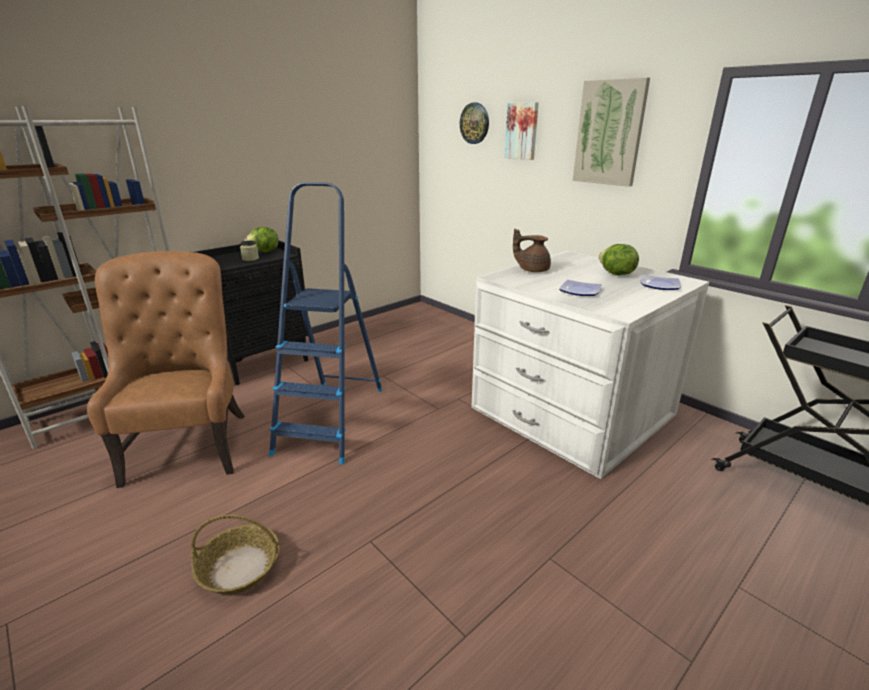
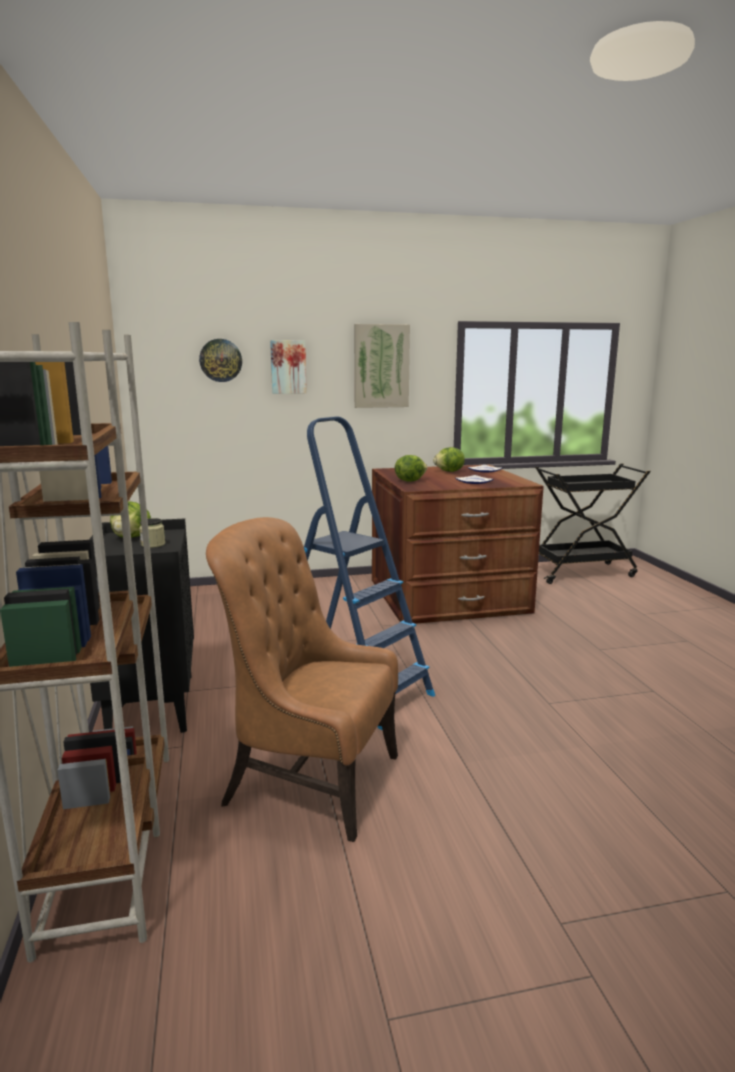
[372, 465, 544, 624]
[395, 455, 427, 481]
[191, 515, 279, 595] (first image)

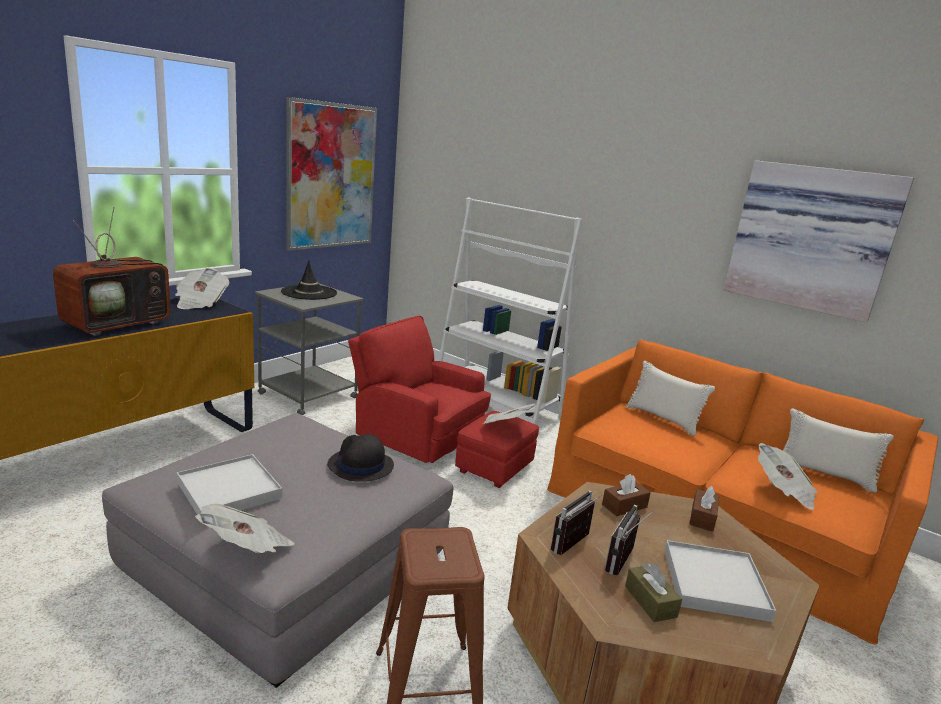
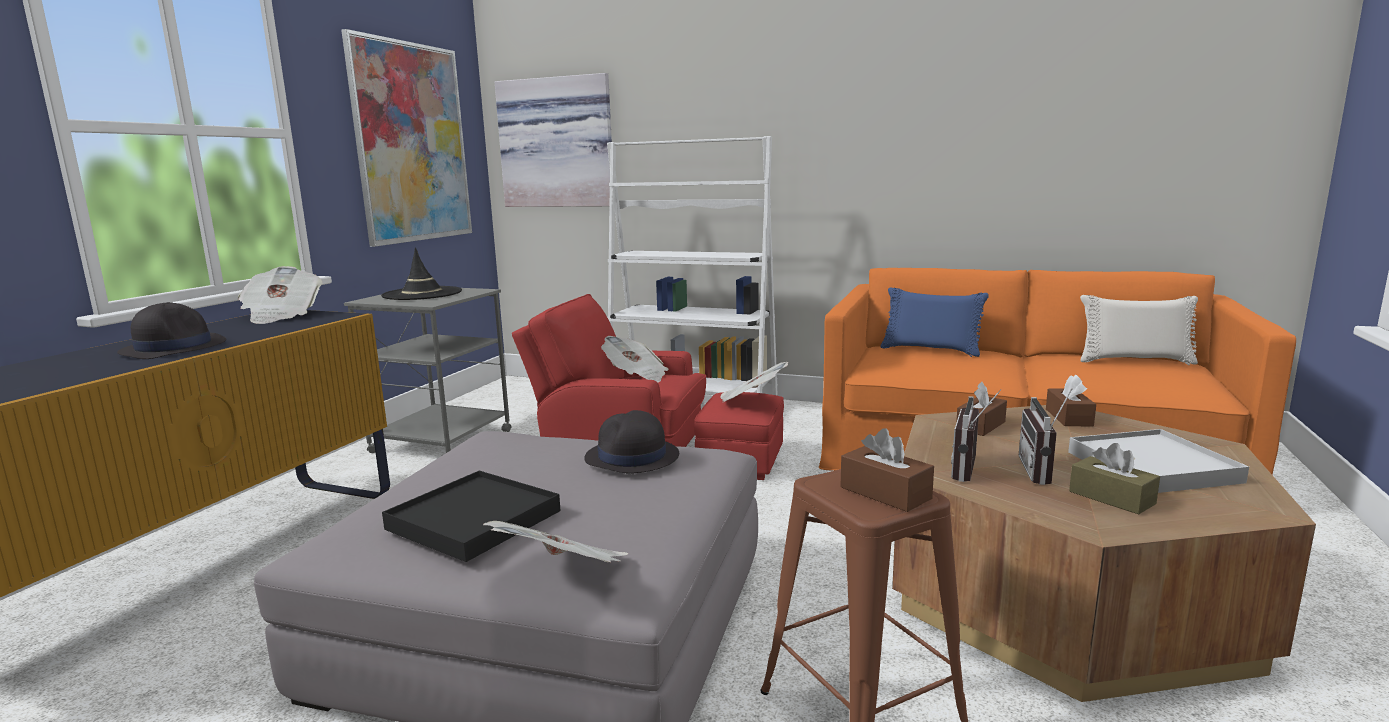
[117, 302, 226, 359]
[382, 471, 561, 562]
[495, 73, 612, 207]
[601, 336, 668, 382]
[841, 428, 934, 512]
[881, 287, 989, 357]

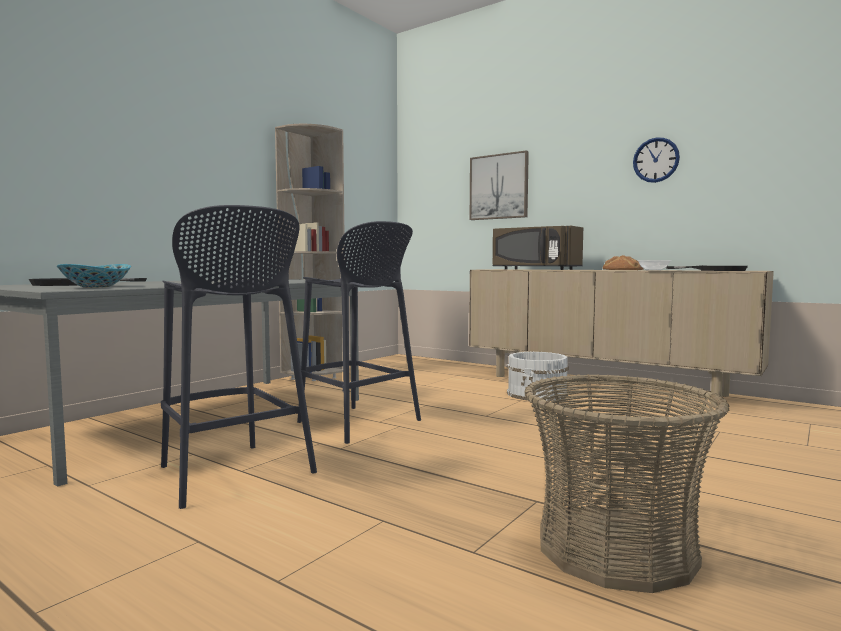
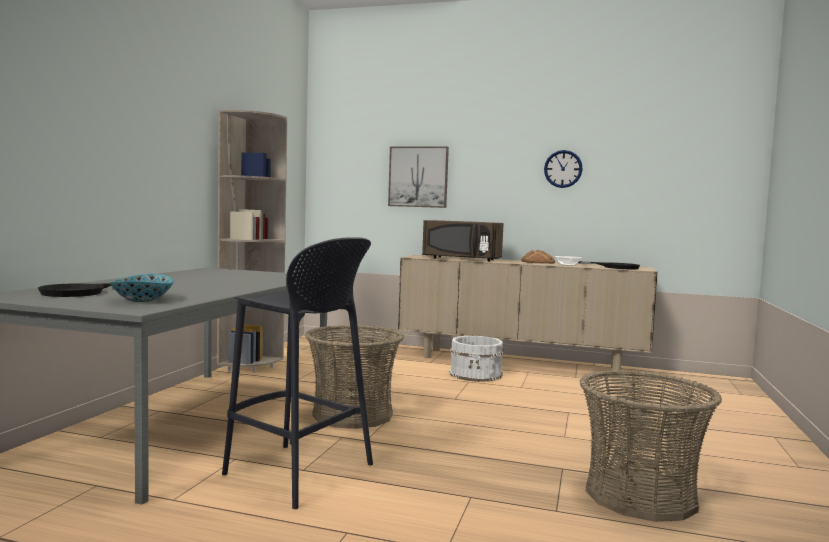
[305, 325, 404, 429]

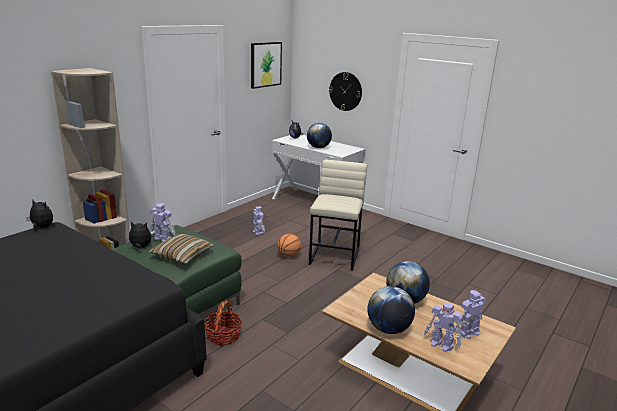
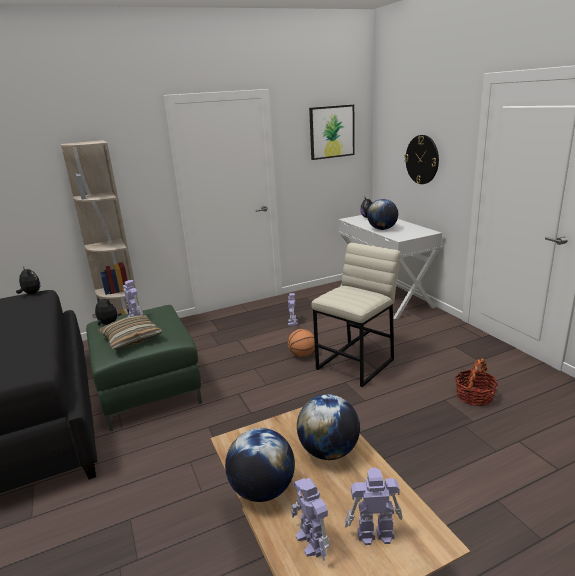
[455, 358, 499, 406]

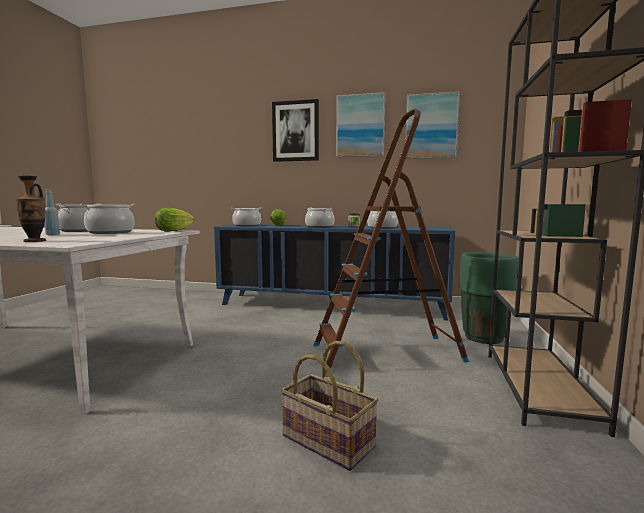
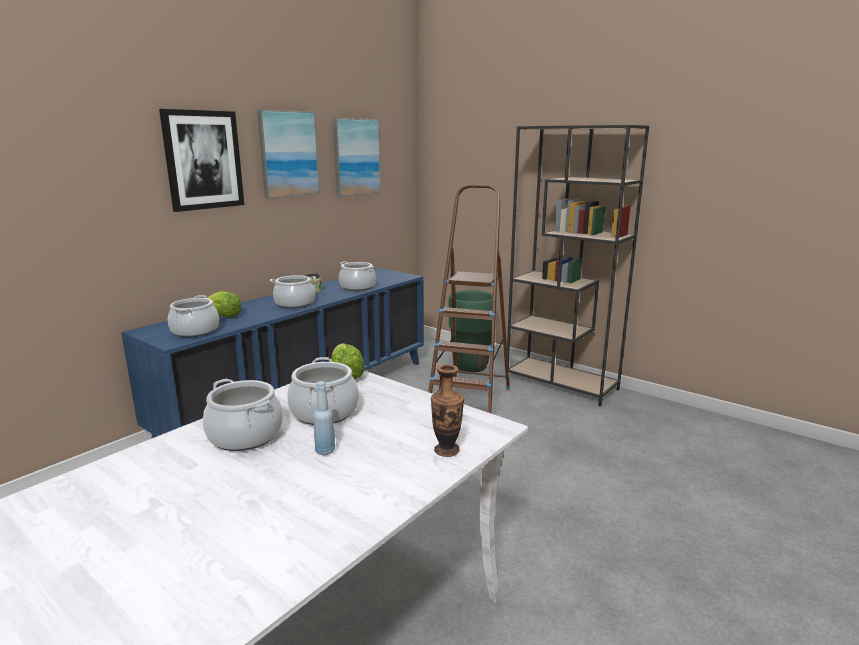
[281, 341, 378, 471] (first image)

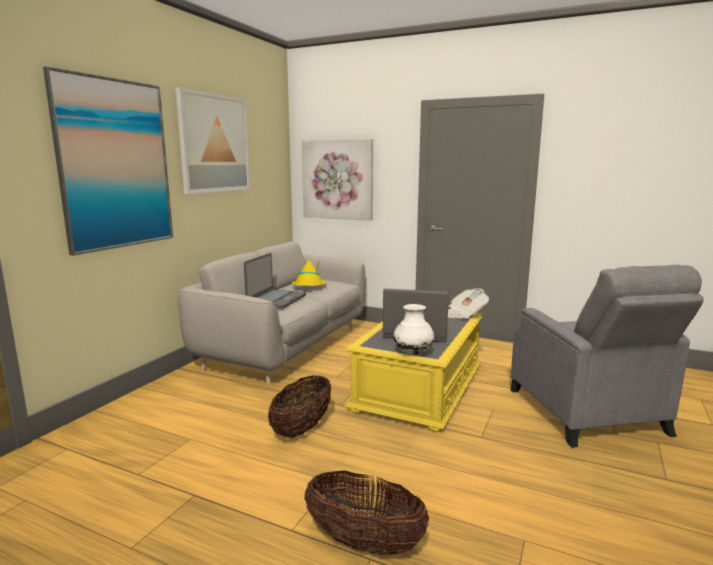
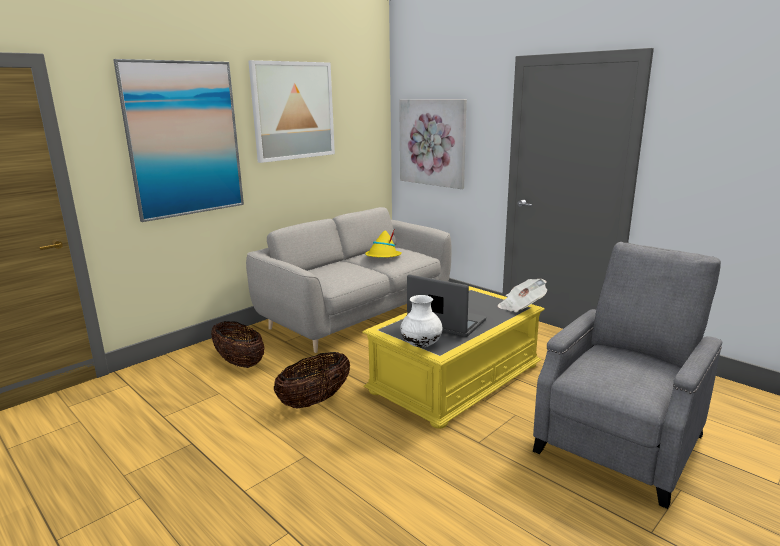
[211, 321, 264, 368]
[533, 242, 722, 509]
[244, 253, 306, 309] (first image)

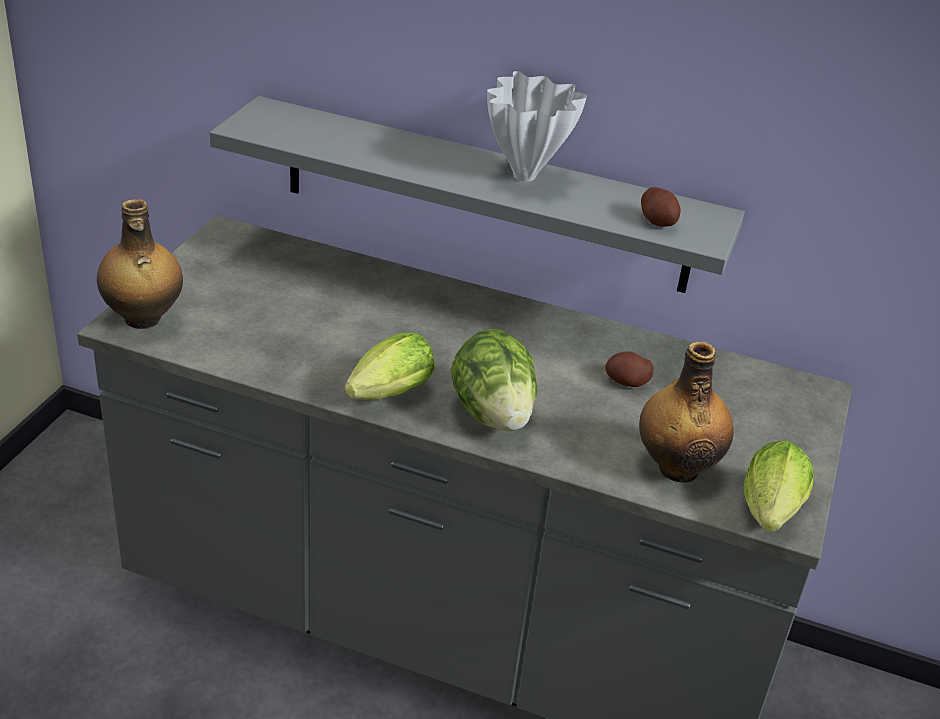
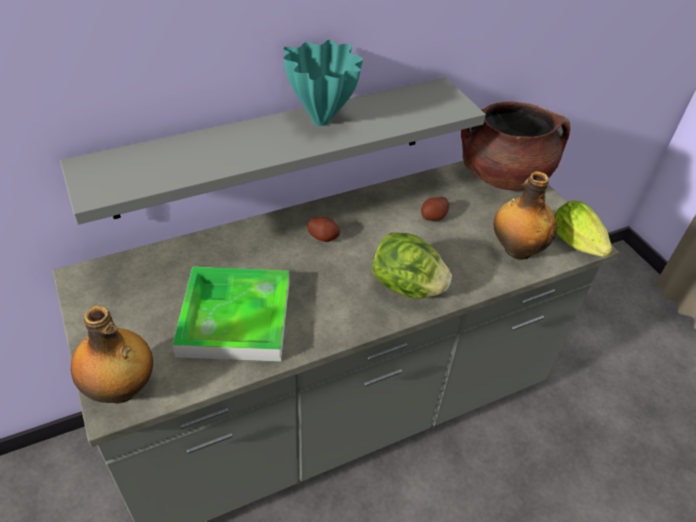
[173, 267, 289, 362]
[284, 40, 363, 126]
[307, 217, 340, 242]
[461, 102, 570, 191]
[345, 333, 435, 400] (first image)

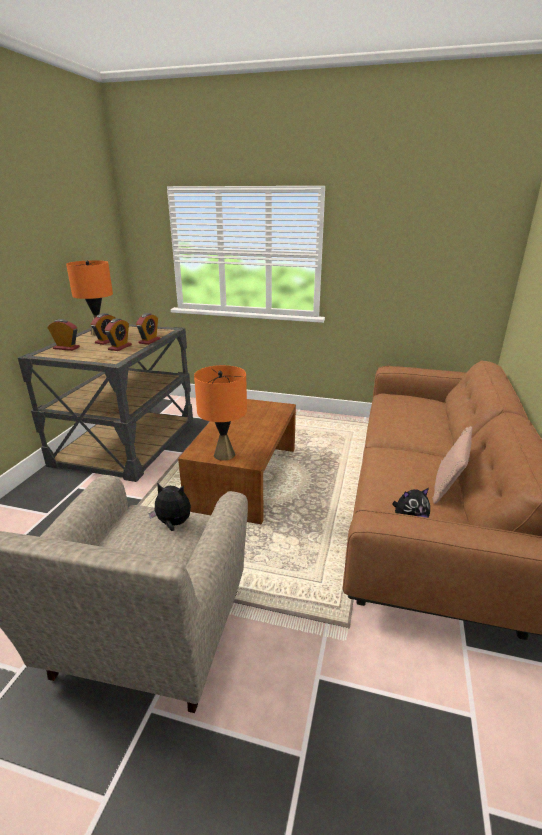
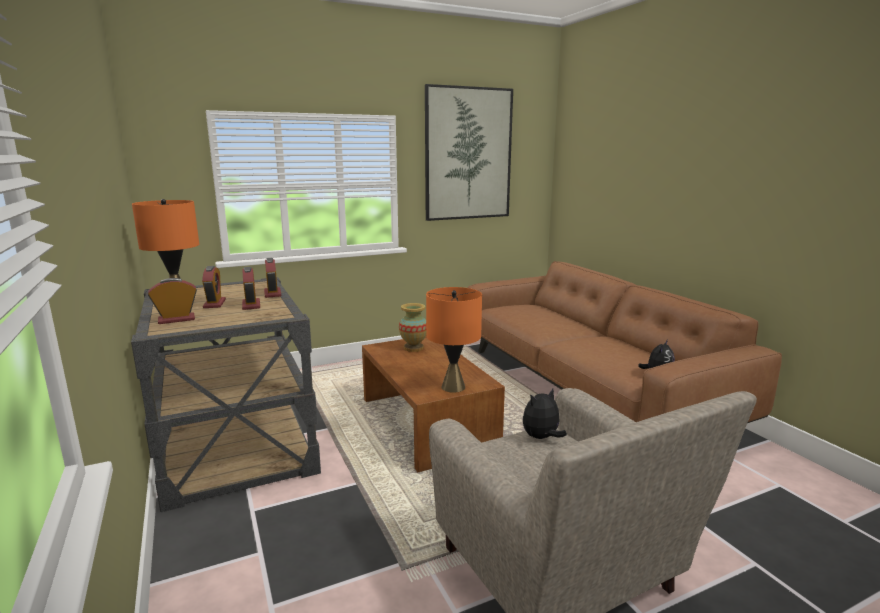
[399, 303, 426, 352]
[425, 84, 513, 221]
[432, 426, 473, 504] (first image)

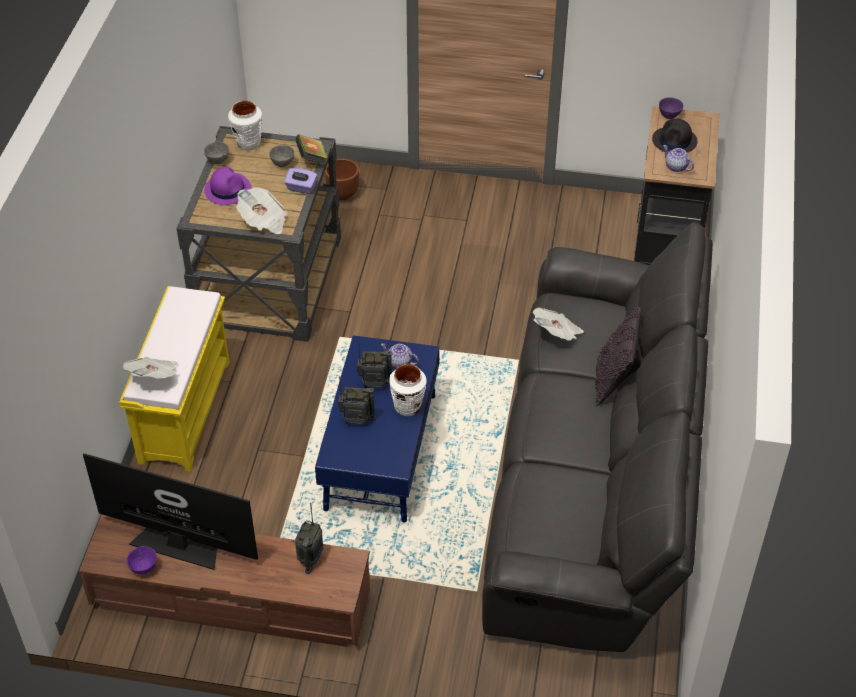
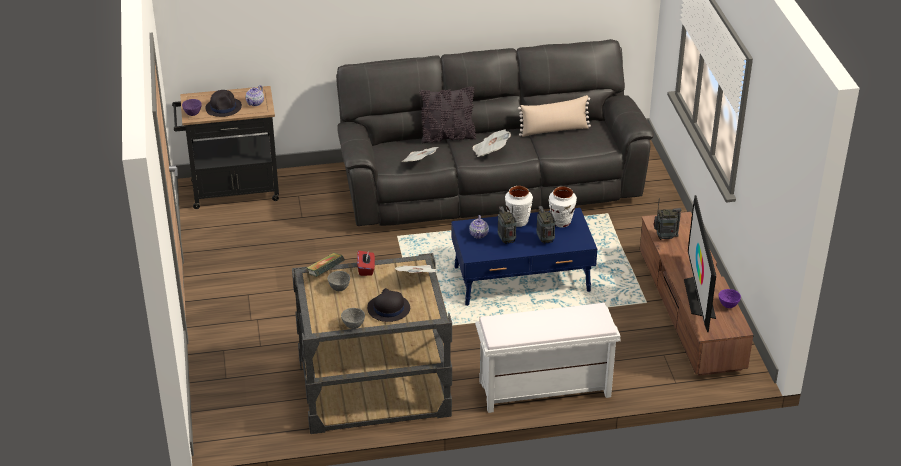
[357, 251, 375, 276]
[367, 288, 410, 322]
[472, 129, 511, 157]
[475, 303, 621, 413]
[518, 95, 591, 137]
[548, 186, 577, 227]
[325, 158, 359, 200] (first image)

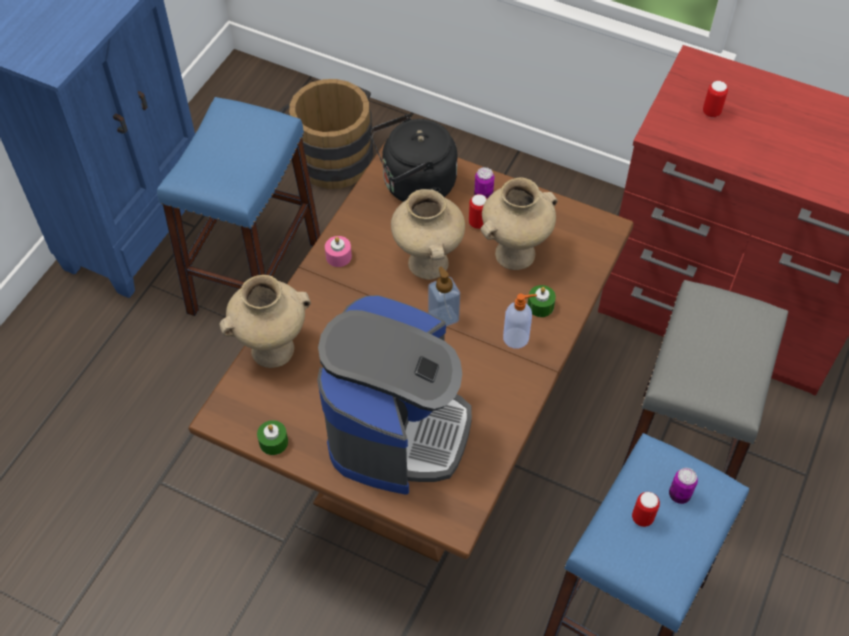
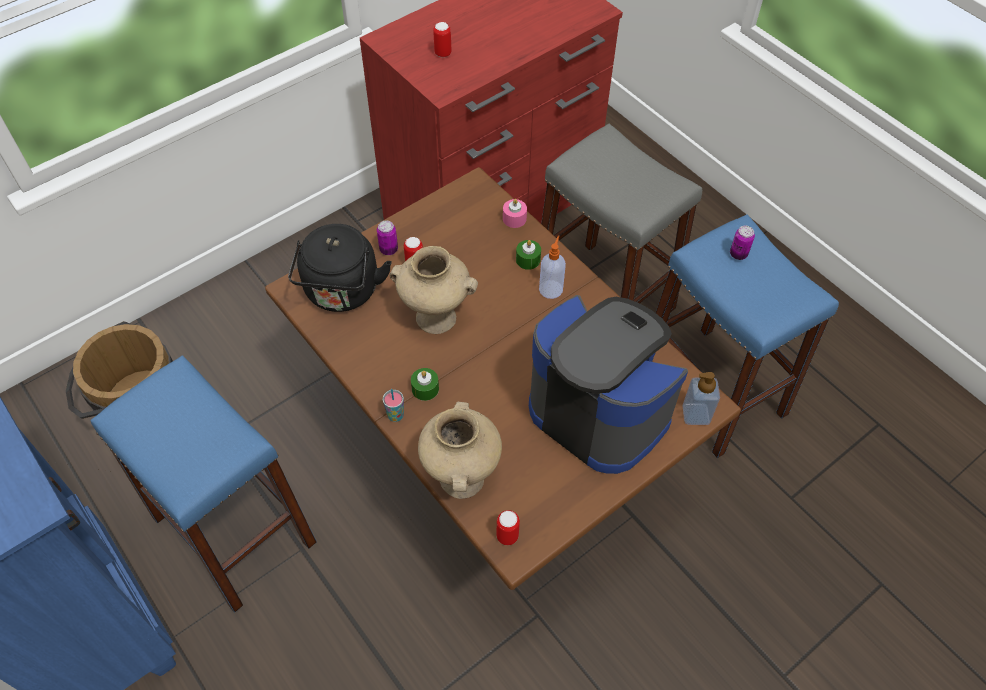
[383, 389, 404, 422]
[411, 368, 439, 401]
[496, 510, 520, 545]
[503, 199, 527, 228]
[682, 372, 720, 425]
[481, 178, 558, 270] (first image)

